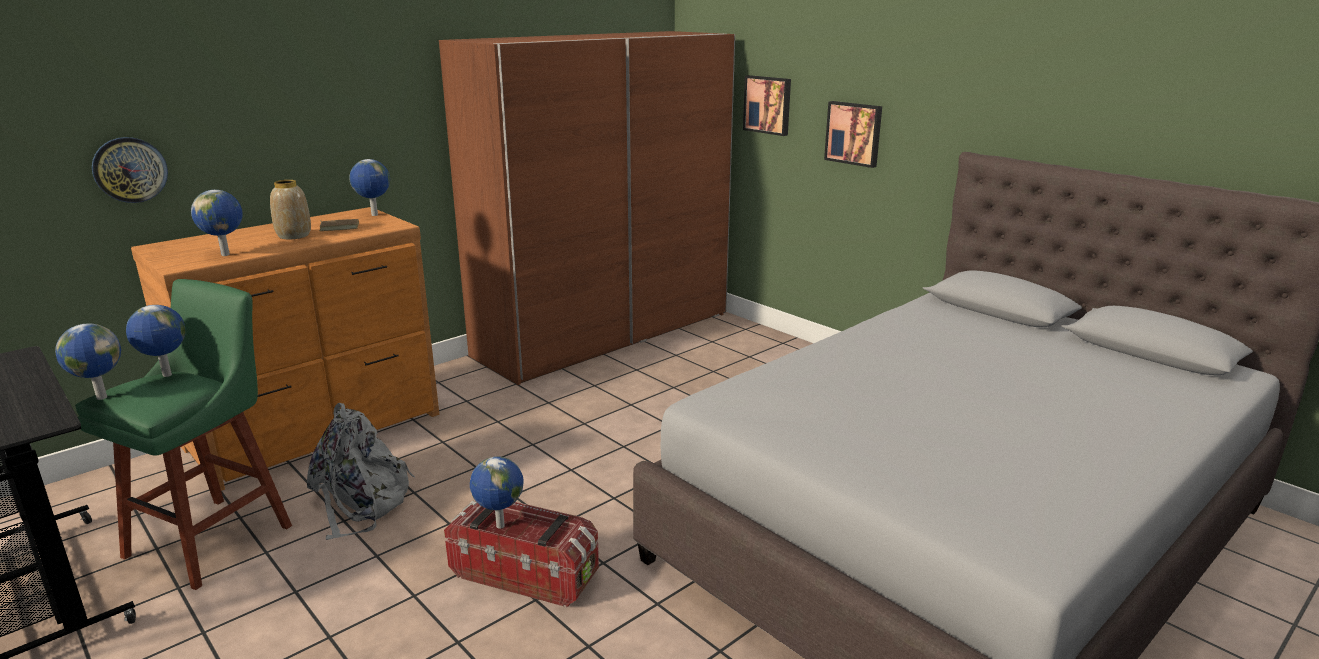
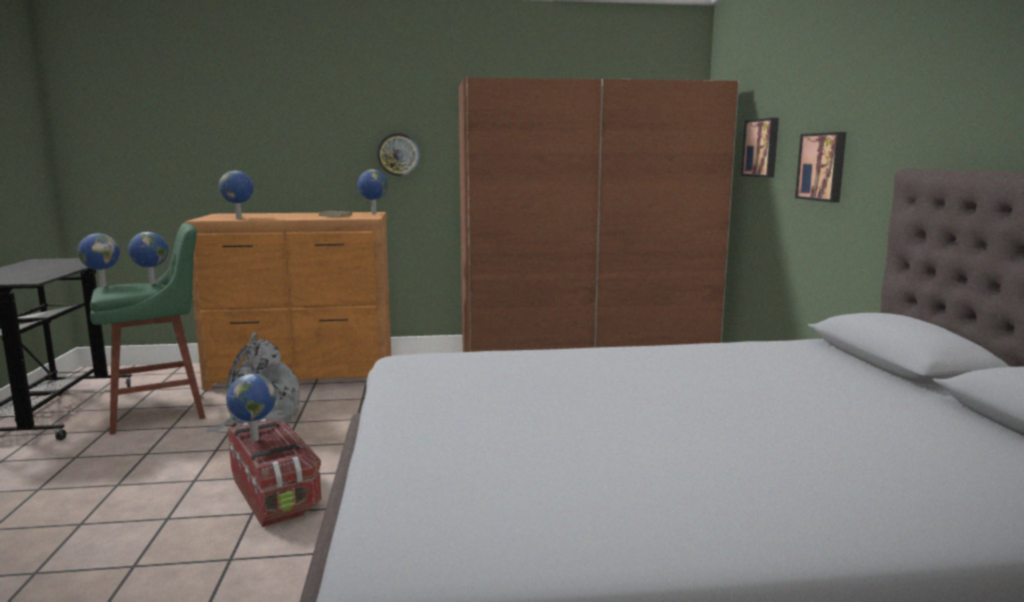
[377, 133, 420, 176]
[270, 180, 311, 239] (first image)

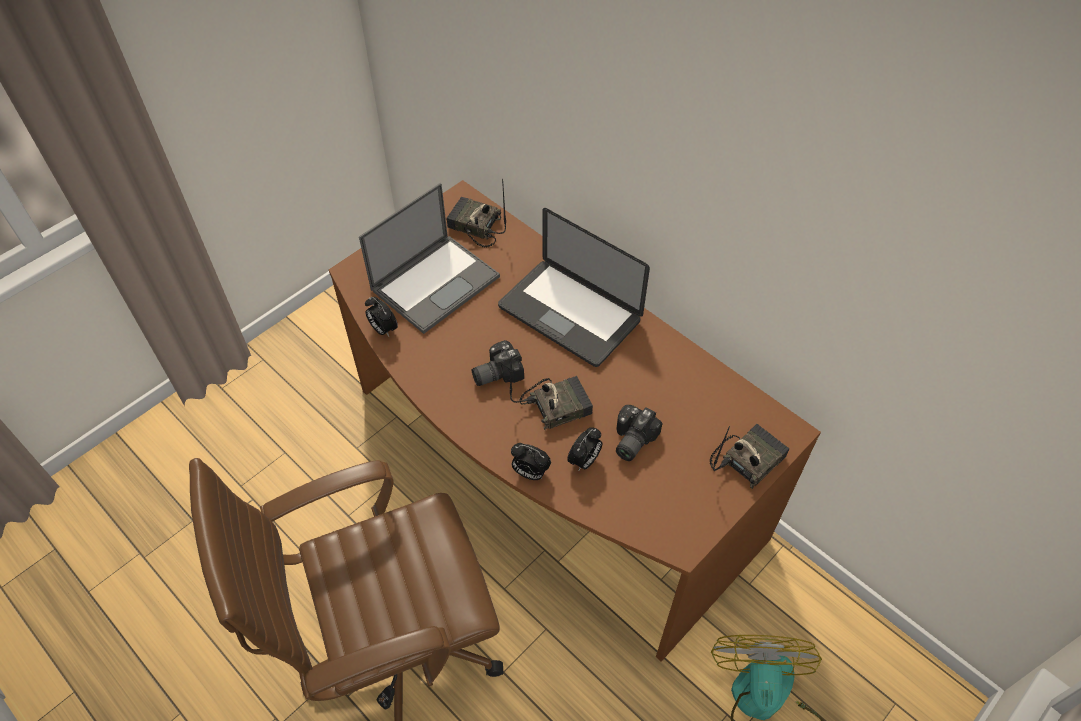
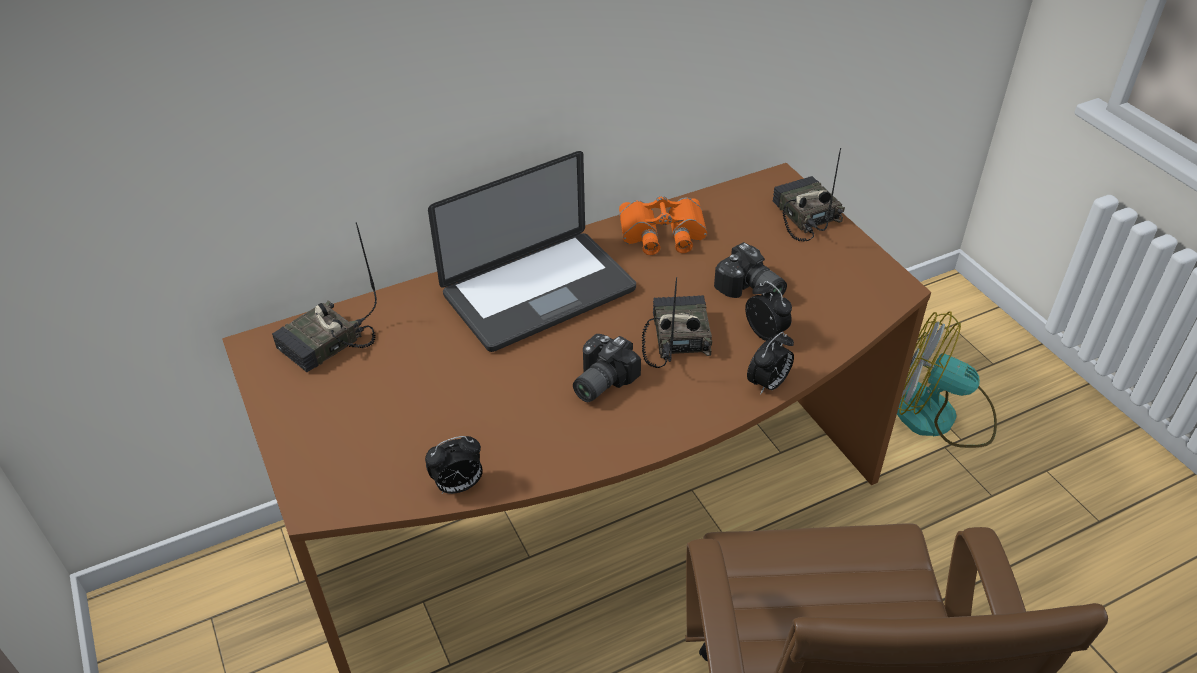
[573, 334, 641, 402]
[619, 196, 707, 255]
[359, 183, 500, 334] (first image)

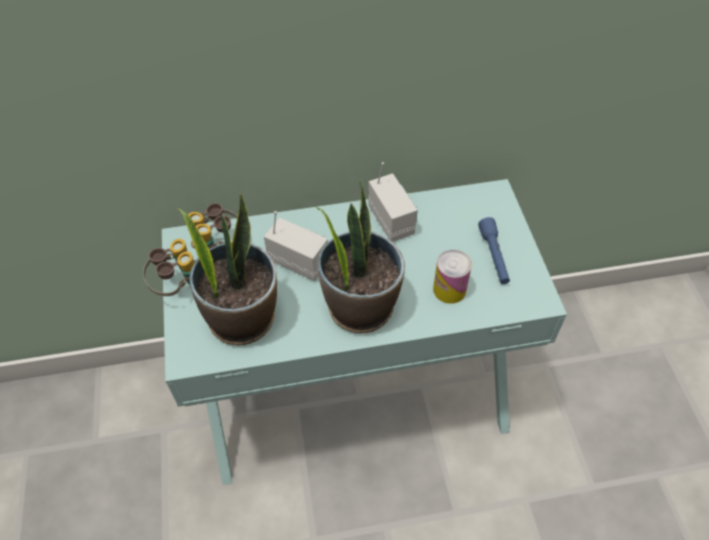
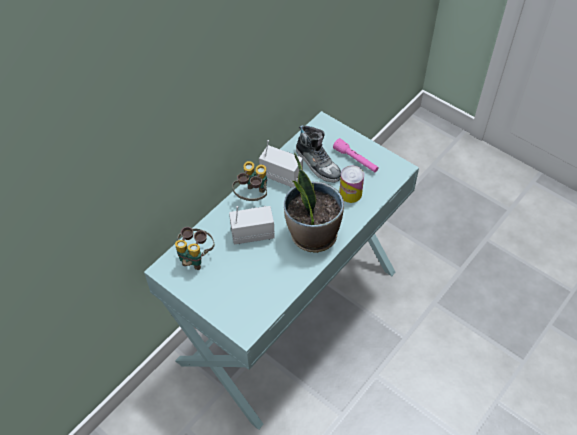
[232, 161, 267, 201]
[296, 125, 341, 183]
[333, 138, 379, 172]
[177, 193, 277, 346] (first image)

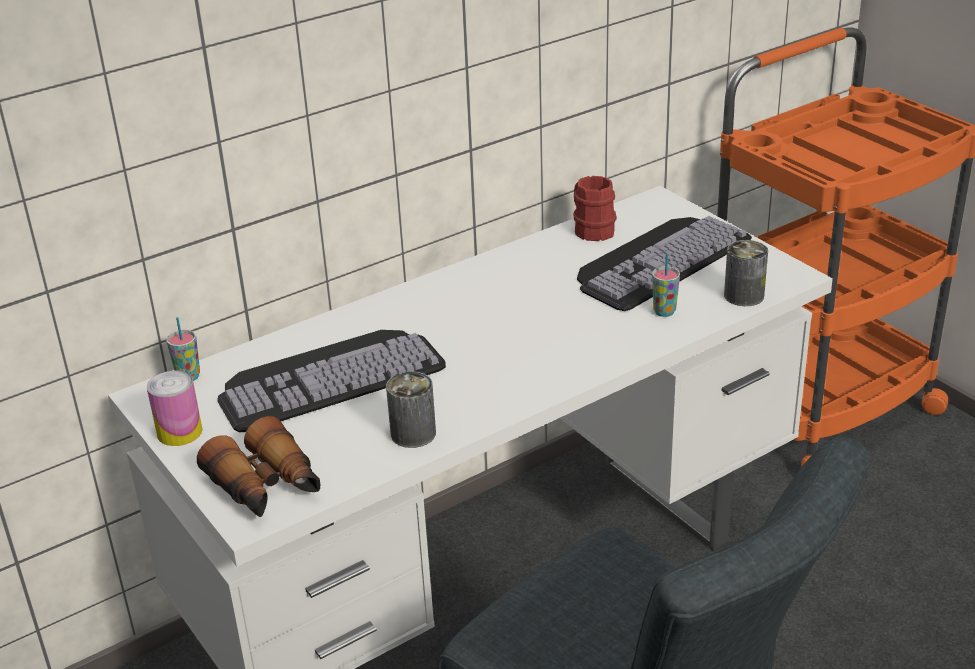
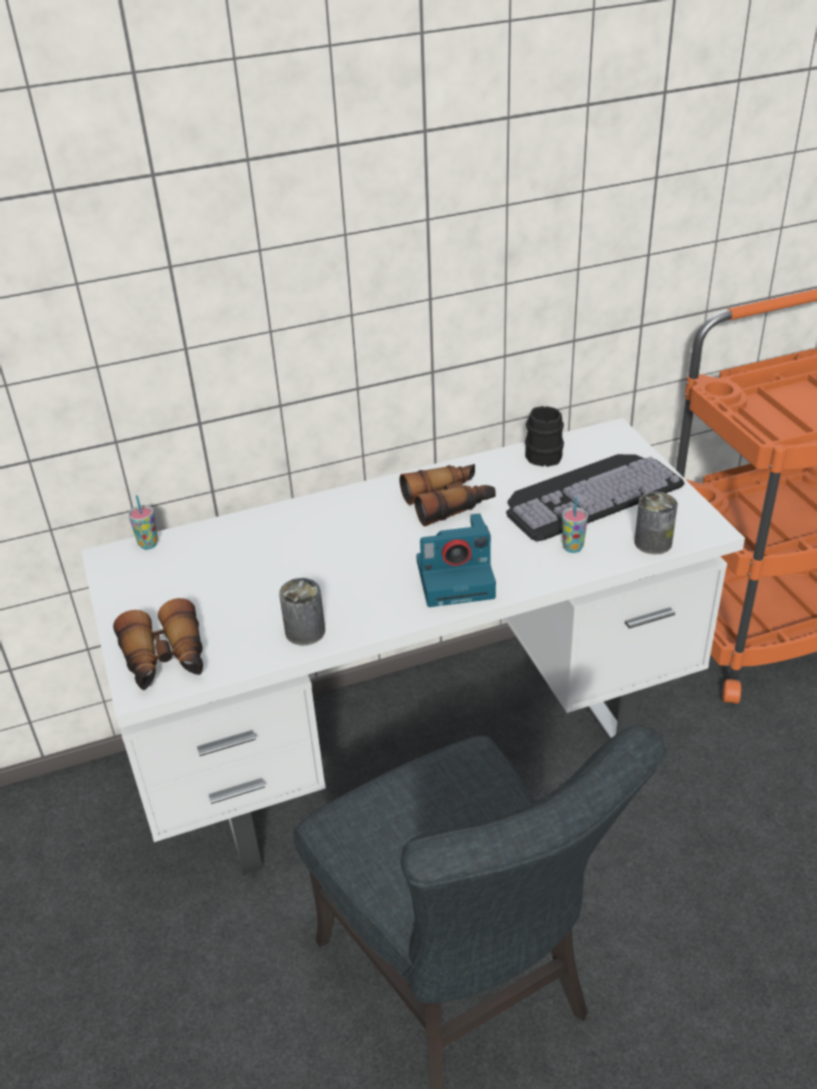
[400, 464, 496, 526]
[416, 513, 496, 607]
[525, 406, 564, 467]
[147, 370, 203, 446] (first image)
[217, 330, 446, 432] (first image)

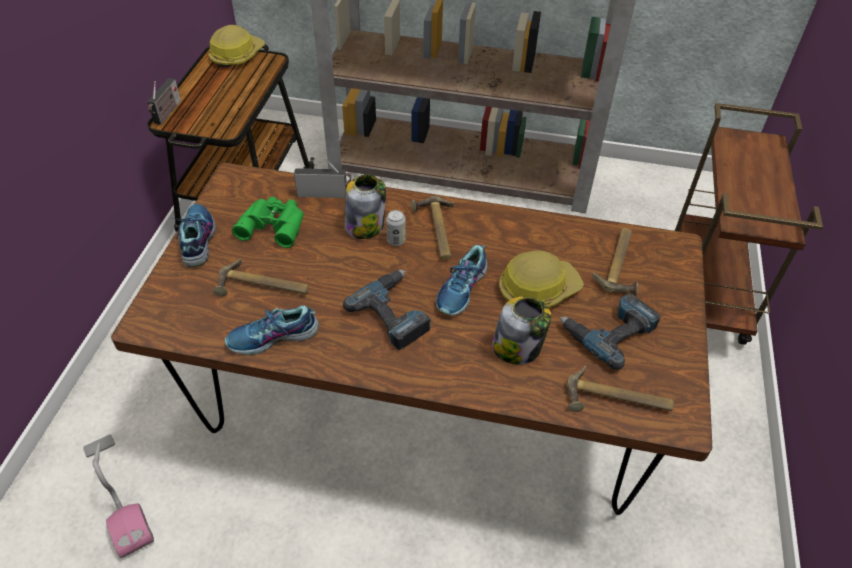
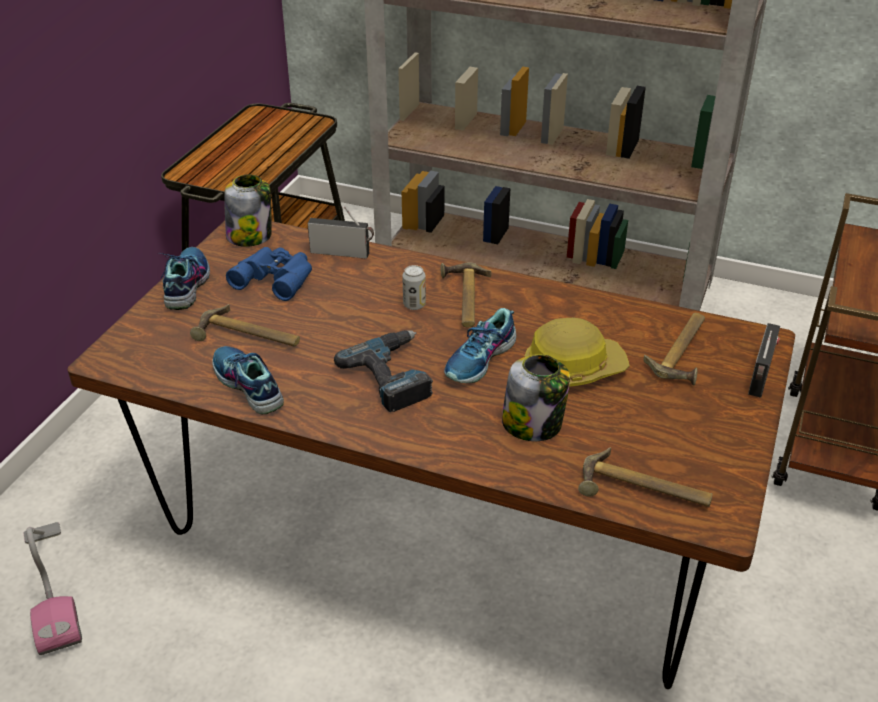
[212, 346, 284, 415]
[224, 174, 272, 247]
[226, 247, 312, 301]
[748, 323, 780, 398]
[209, 25, 265, 68] (first image)
[560, 293, 661, 370] (first image)

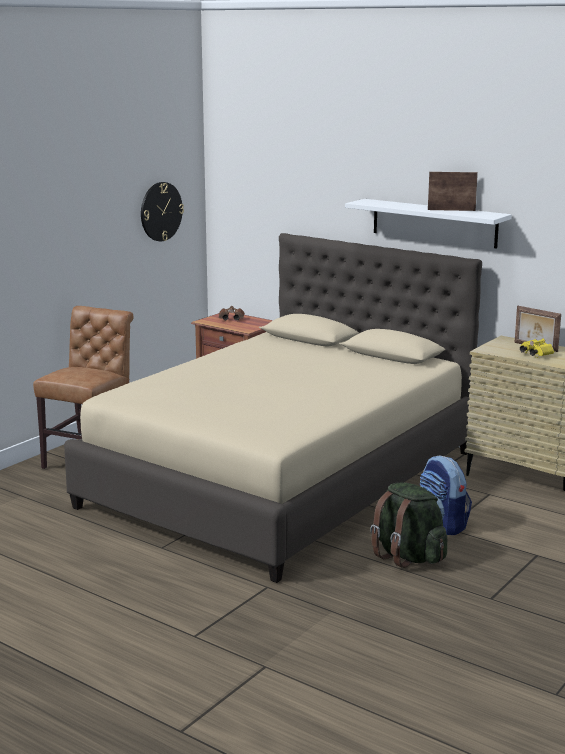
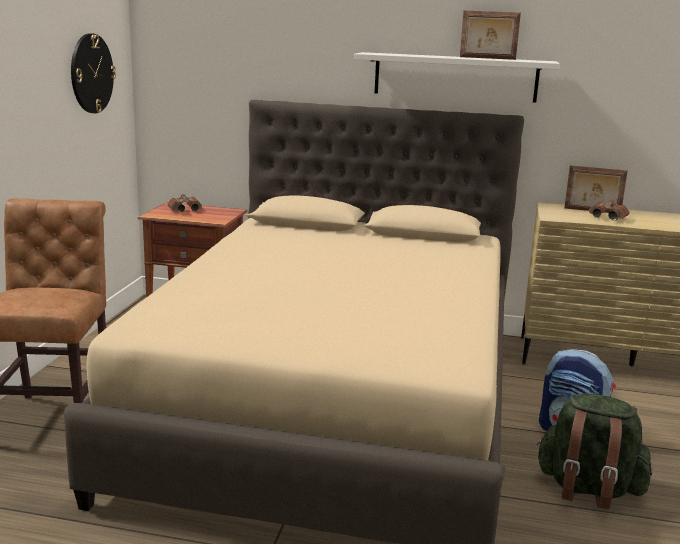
[460, 11, 521, 60]
[589, 200, 629, 221]

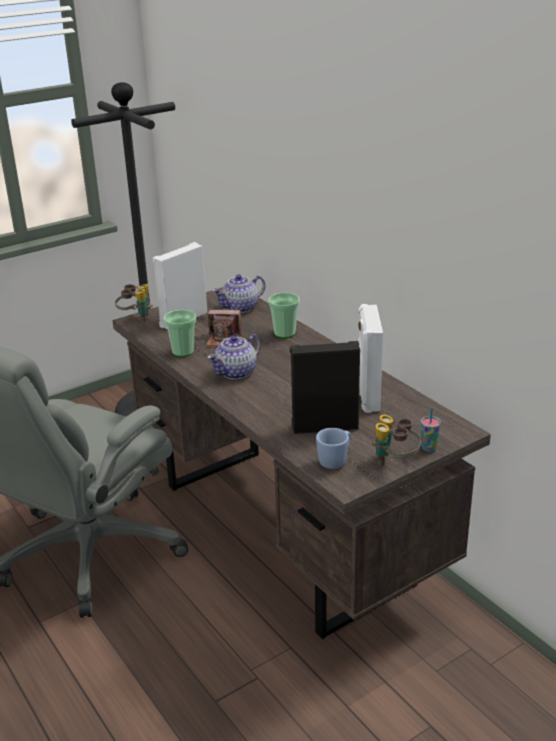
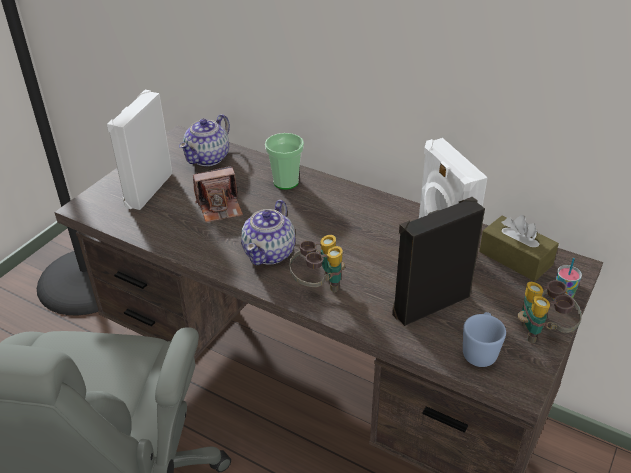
[289, 235, 345, 292]
[479, 215, 559, 281]
[164, 310, 196, 357] (first image)

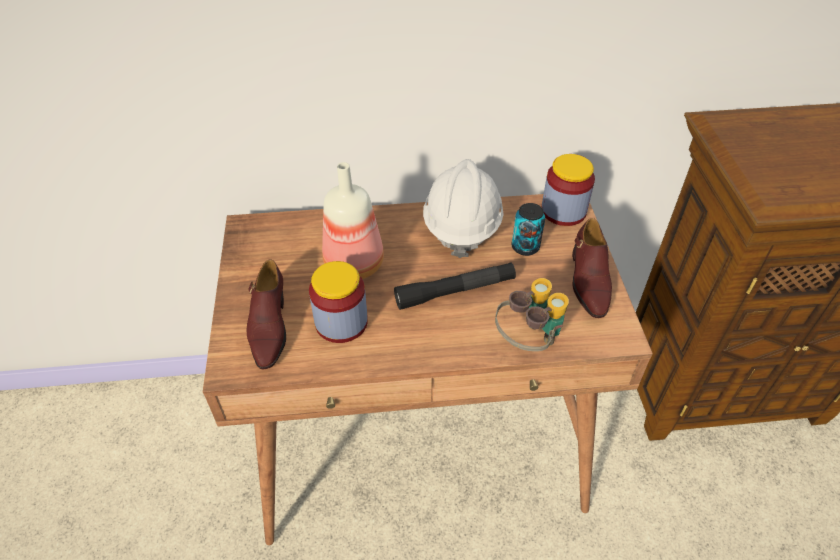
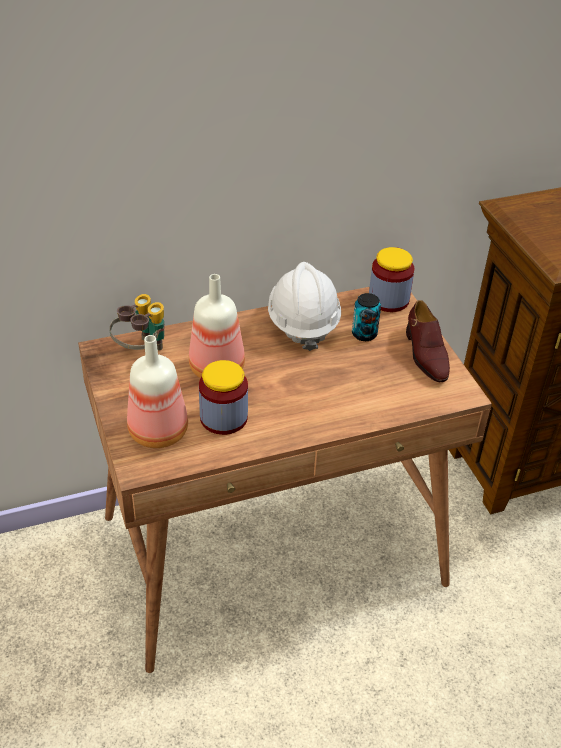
[109, 294, 165, 350]
[127, 335, 188, 448]
[394, 263, 516, 310] (first image)

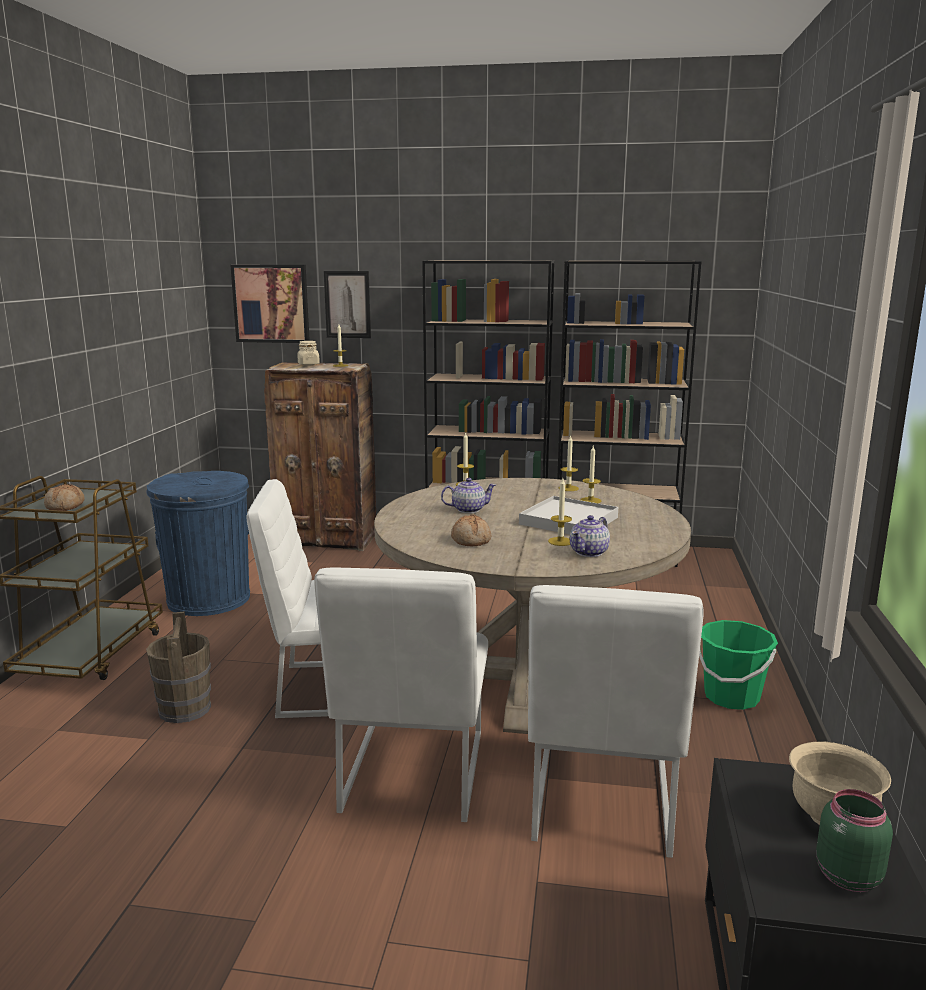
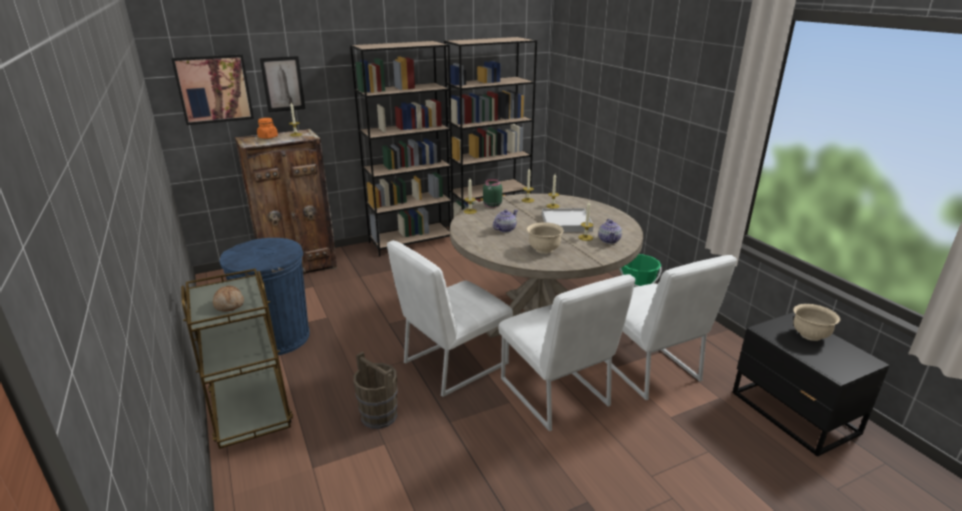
[257, 118, 278, 139]
[483, 179, 502, 208]
[527, 222, 564, 254]

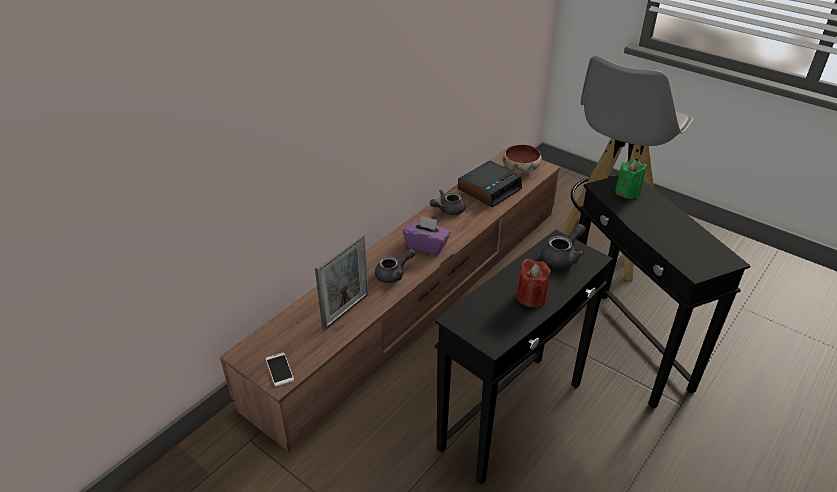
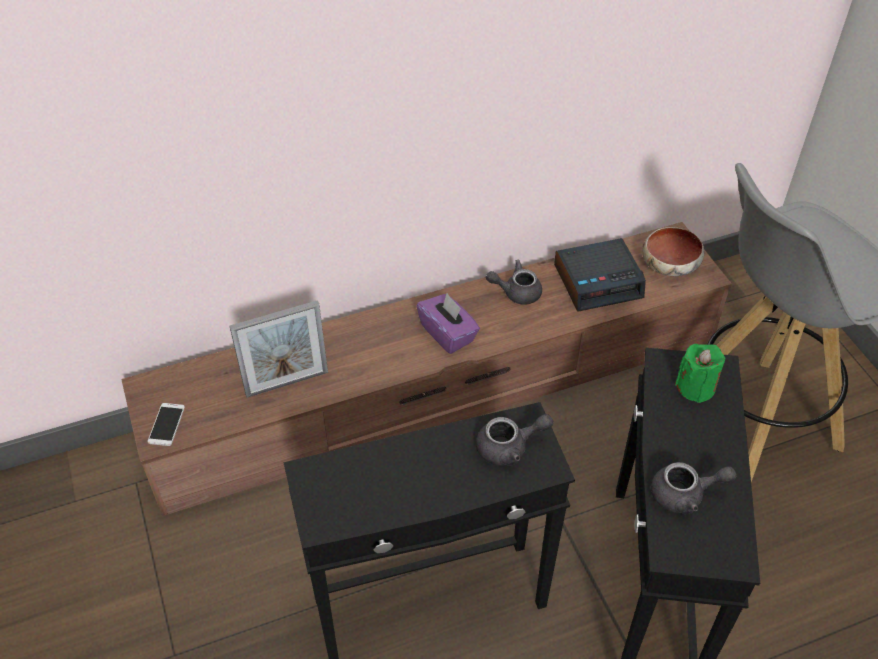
[651, 462, 737, 514]
[516, 259, 551, 308] (first image)

